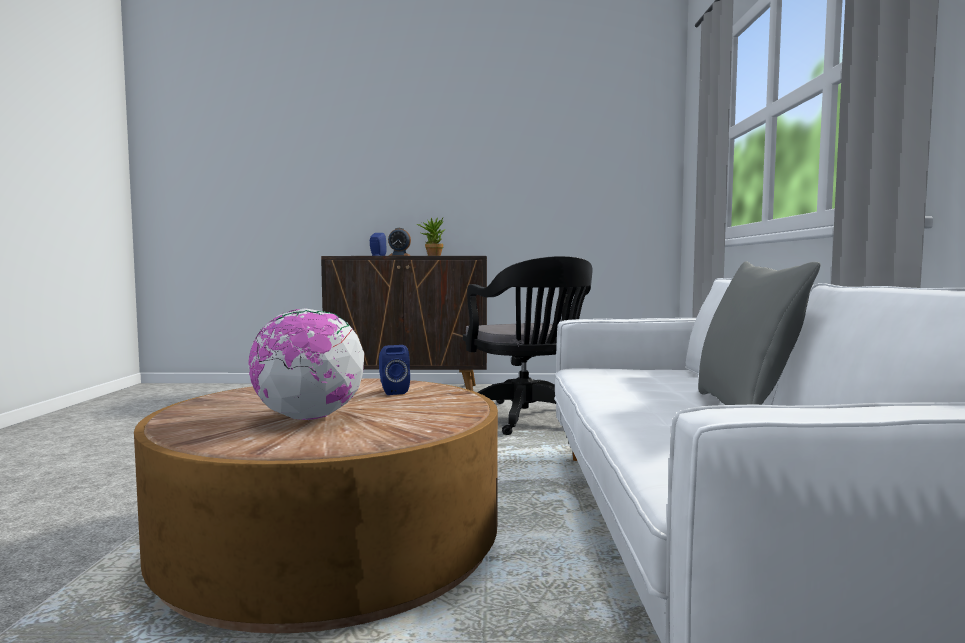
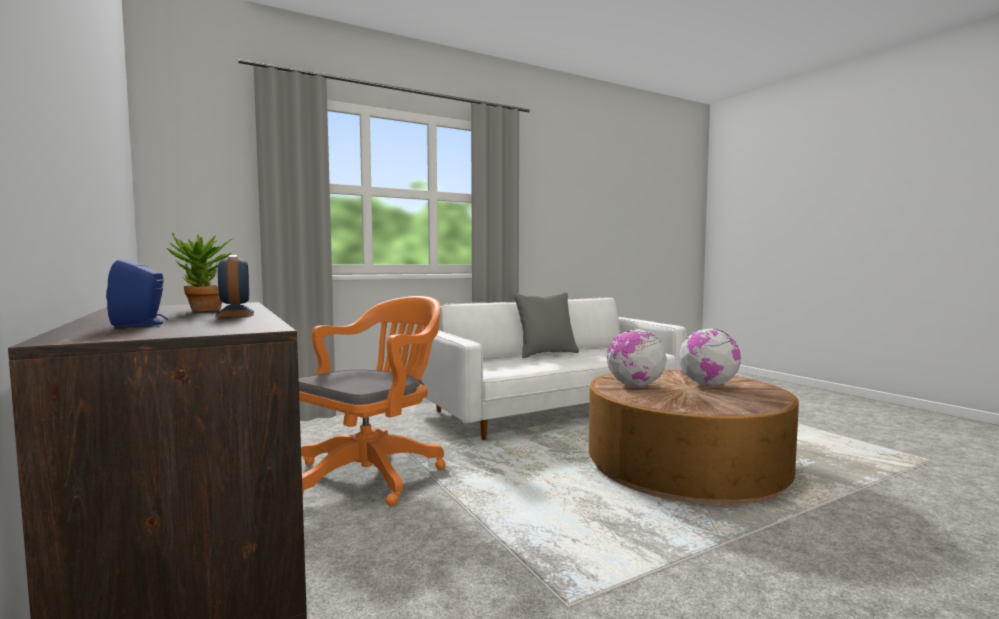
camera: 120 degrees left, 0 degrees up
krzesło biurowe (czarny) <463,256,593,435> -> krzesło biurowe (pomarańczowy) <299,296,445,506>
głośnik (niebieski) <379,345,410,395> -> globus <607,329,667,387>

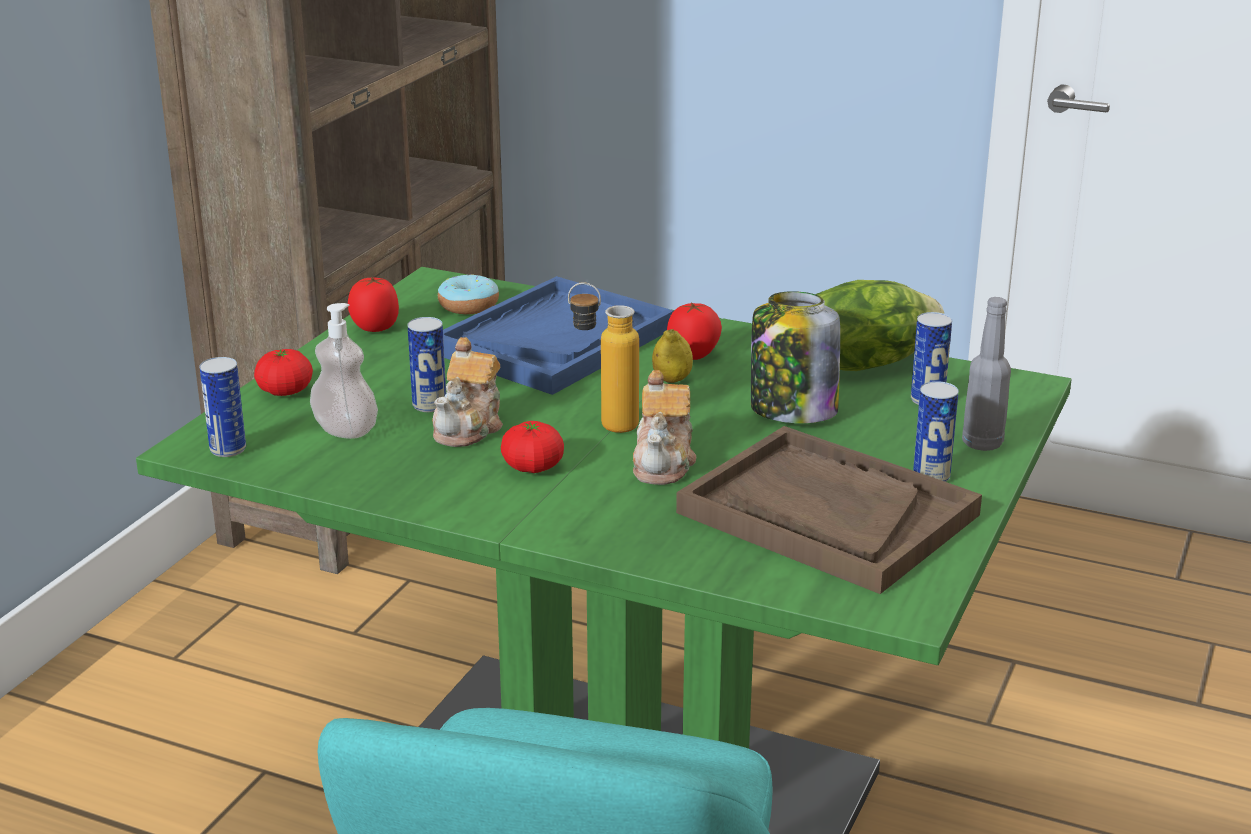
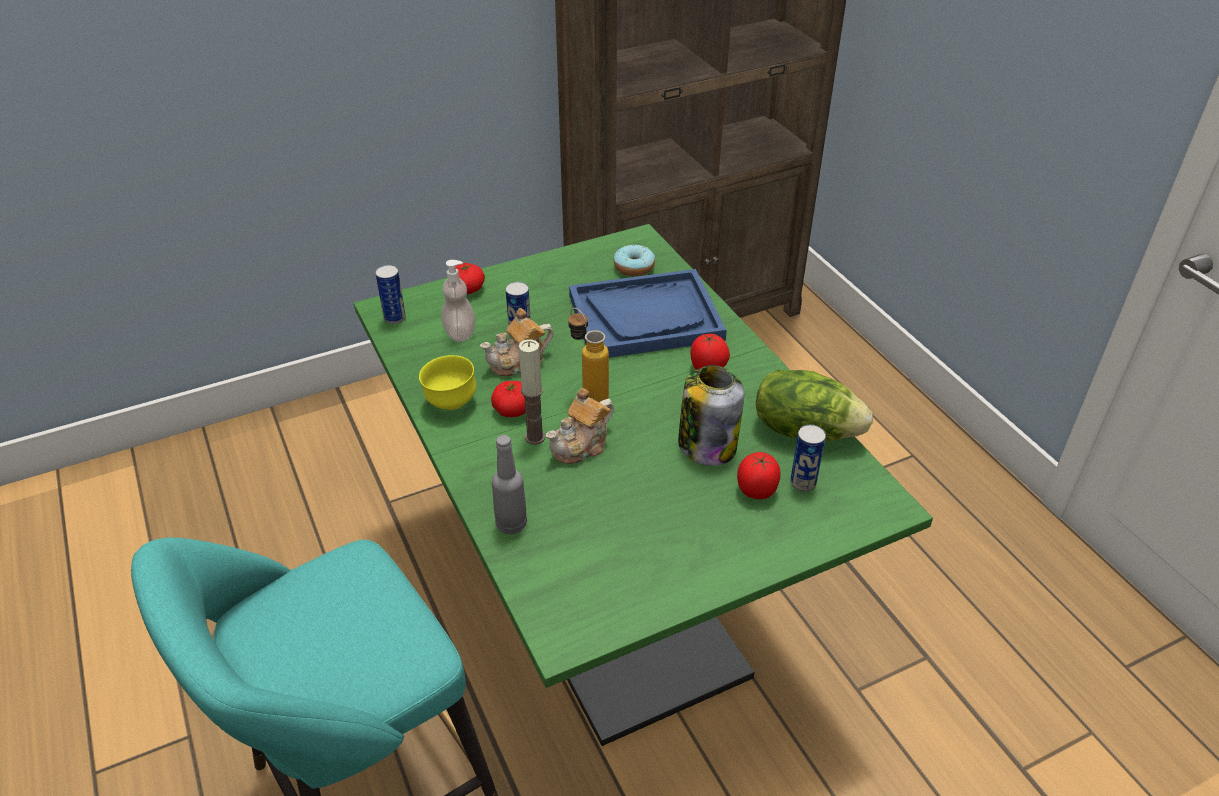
camera: 40 degrees right, 15 degrees up
pomidor <348,277,399,332> -> pomidor <737,452,781,499>, move
butelka (szary) <962,297,1011,451> -> butelka (szary) <492,435,527,534>, move
cytryna <652,329,693,383> -> none
puszka <913,381,959,482> -> none
taca (brązowy) <676,426,982,594> -> none
none -> świeca <519,339,545,445>
none -> miska (żółty) <419,355,476,410>

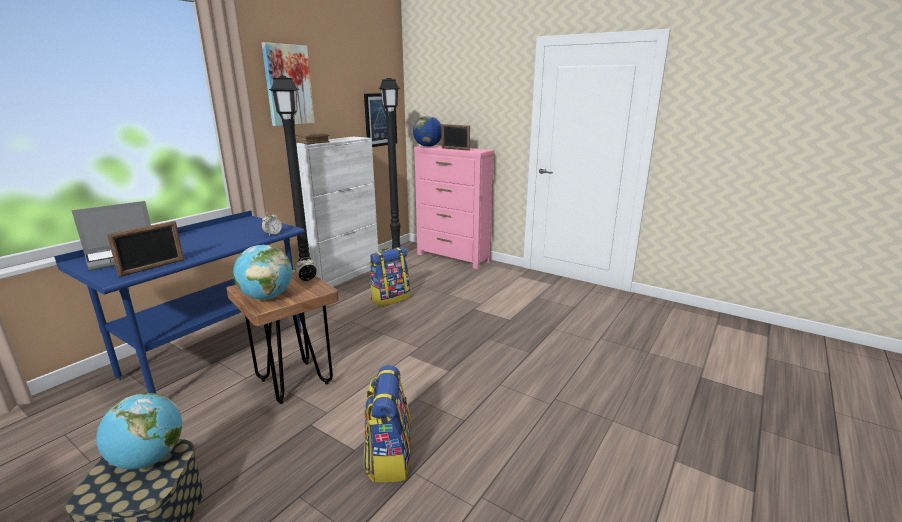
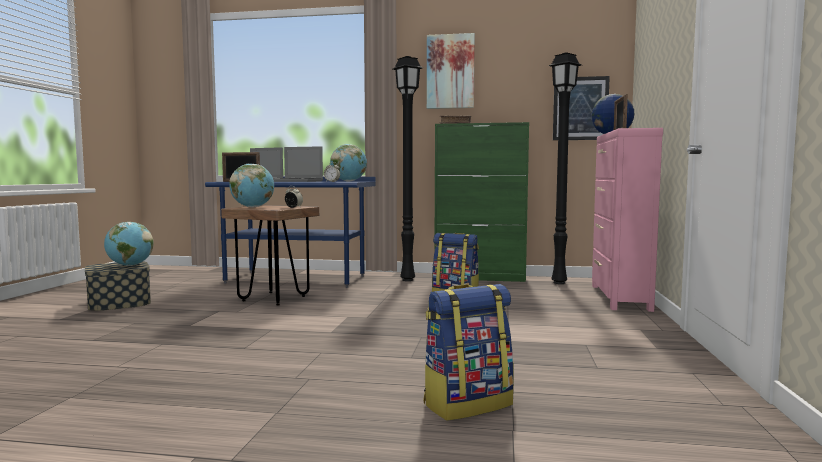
camera: 65 degrees right, 15 degrees down
szafka (biały) <296,137,378,287> -> szafka (zielony) <434,122,529,282>
plecak <364,365,412,482> -> plecak <424,284,514,421>, move
none -> globus <330,144,367,182>
none -> laptop <273,146,323,182>

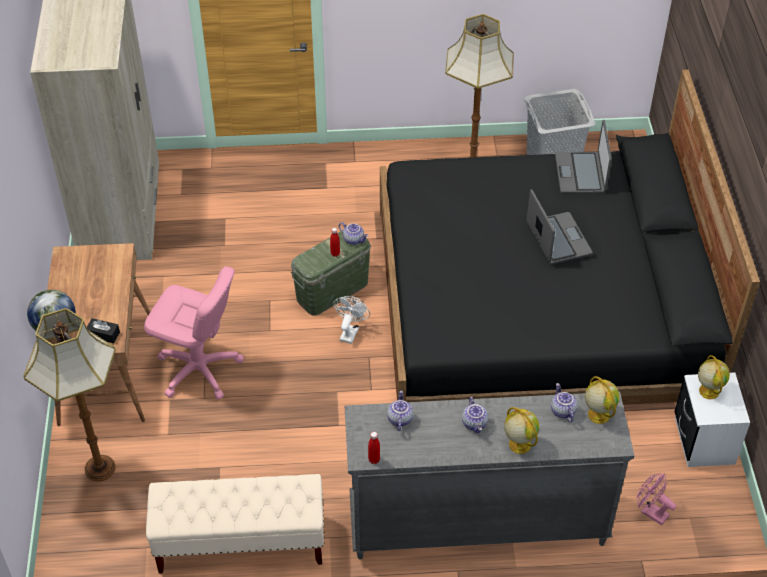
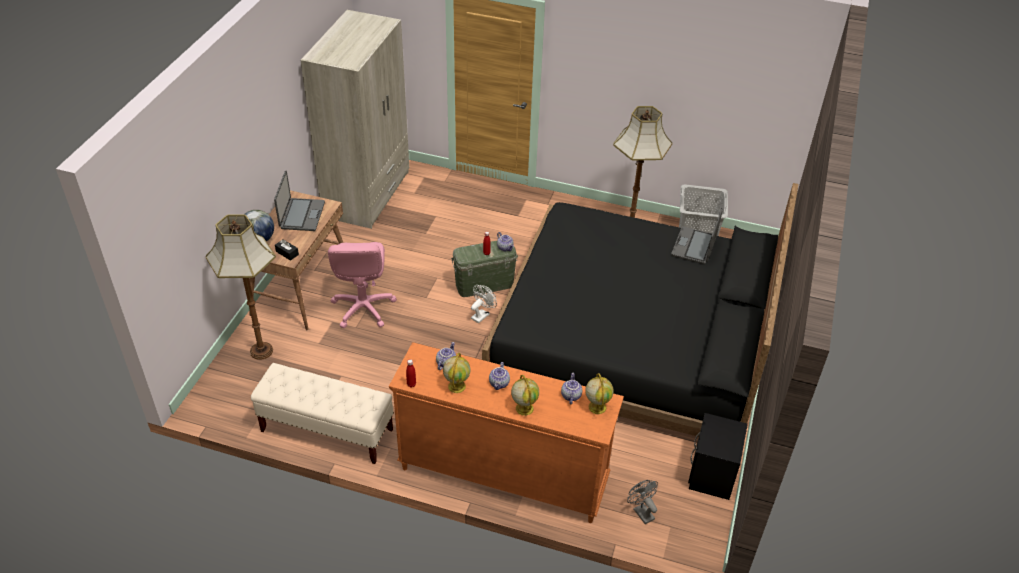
camera: 20 degrees right, 5 degrees down
laptop <527,189,593,265> -> laptop <274,171,325,231>, move
krzesło biurowe (różowy) <144,266,244,399> -> krzesło biurowe (różowy) <328,242,397,328>, 45 degrees clockwise
globus <698,355,730,399> -> globus <443,353,471,393>, move
szafka nocna (biały) <675,372,750,467> -> szafka nocna (czarny) <688,413,748,500>
komoda (szary) <345,392,634,559> -> komoda (pomarańczowy) <389,342,624,523>
wentylator (różowy) <637,473,676,525> -> wentylator (szary) <627,480,658,524>

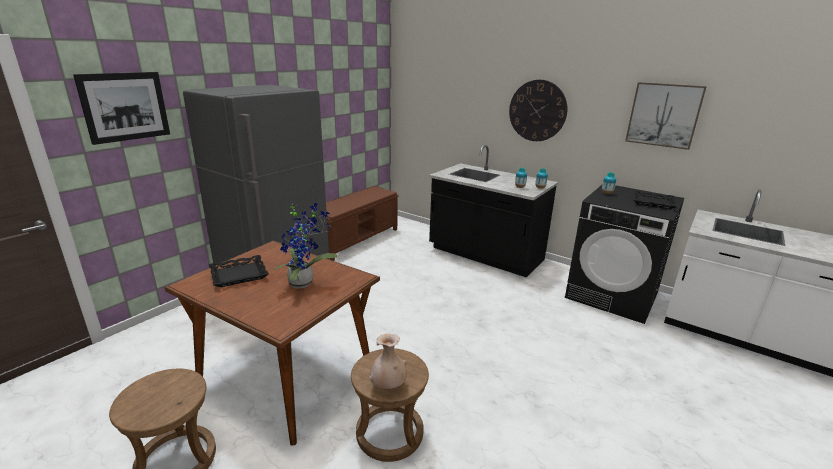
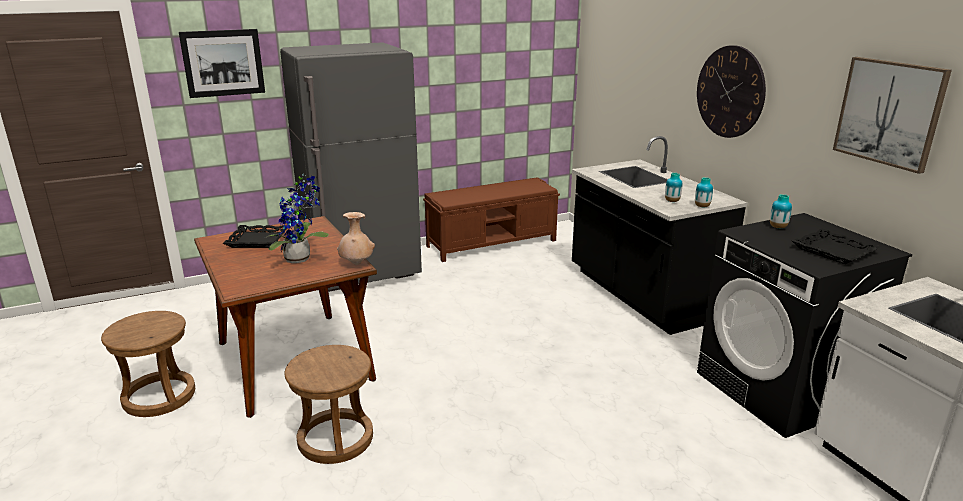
camera: 30 degrees right, 0 degrees up
wazon (beżowy) <369,333,407,389> -> wazon (beżowy) <337,212,375,265>, move

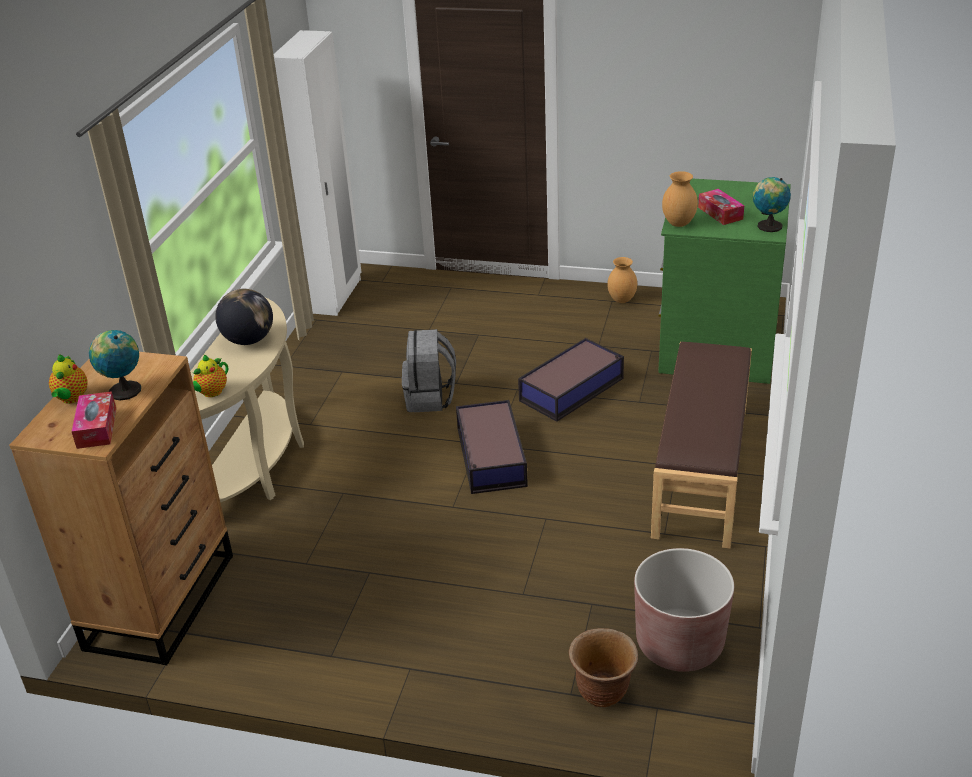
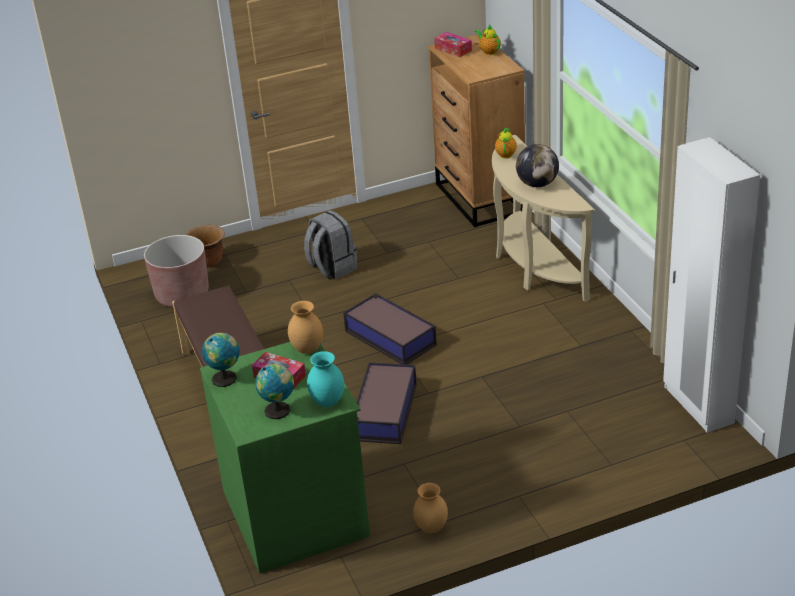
camera: 145 degrees right, 0 degrees up
plecak (szary) <402,329,456,412> -> plecak (szary) <304,210,357,279>, move
globus <89,330,141,401> -> globus <255,364,294,419>, move
none -> wazon (turkusowy) <307,351,344,407>

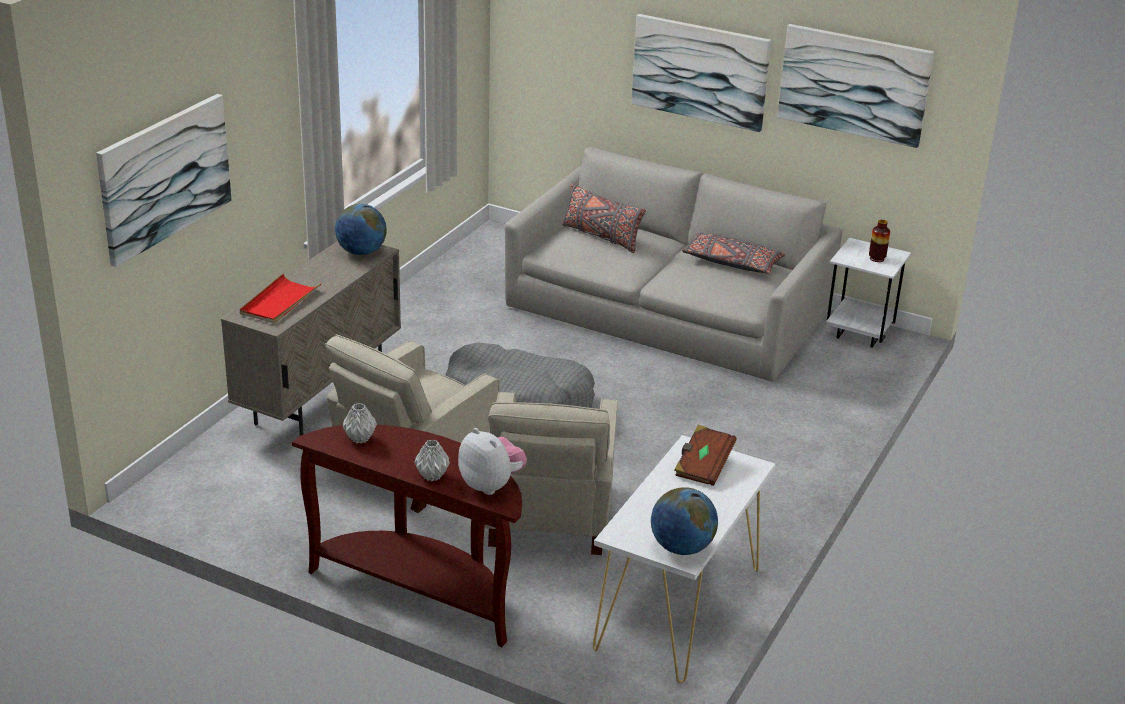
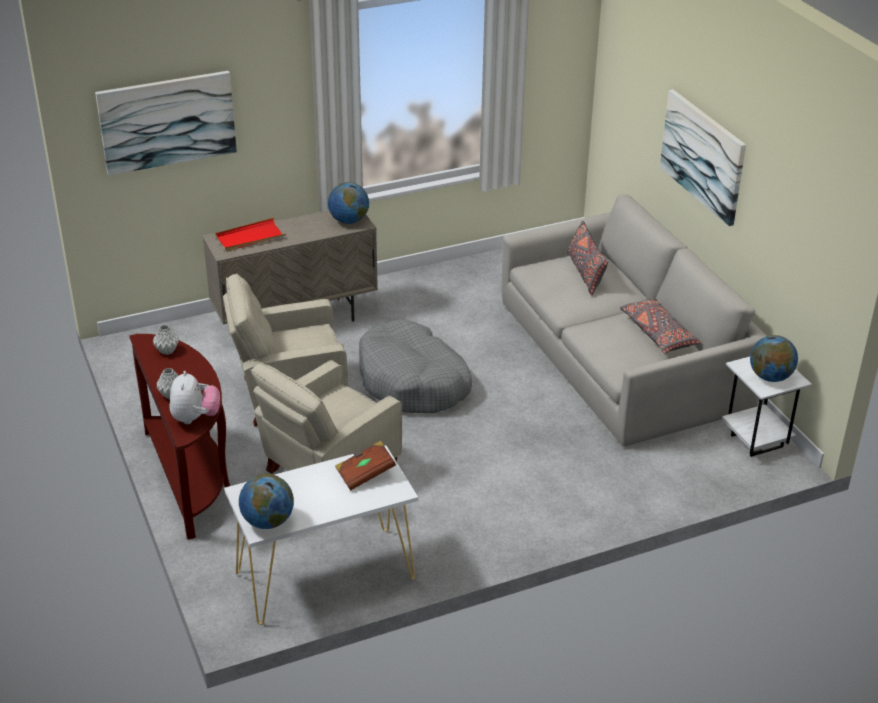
camera: 40 degrees right, 5 degrees up
obraz <777,24,934,148> -> none
wazon <869,220,890,262> -> globus <750,335,798,382>

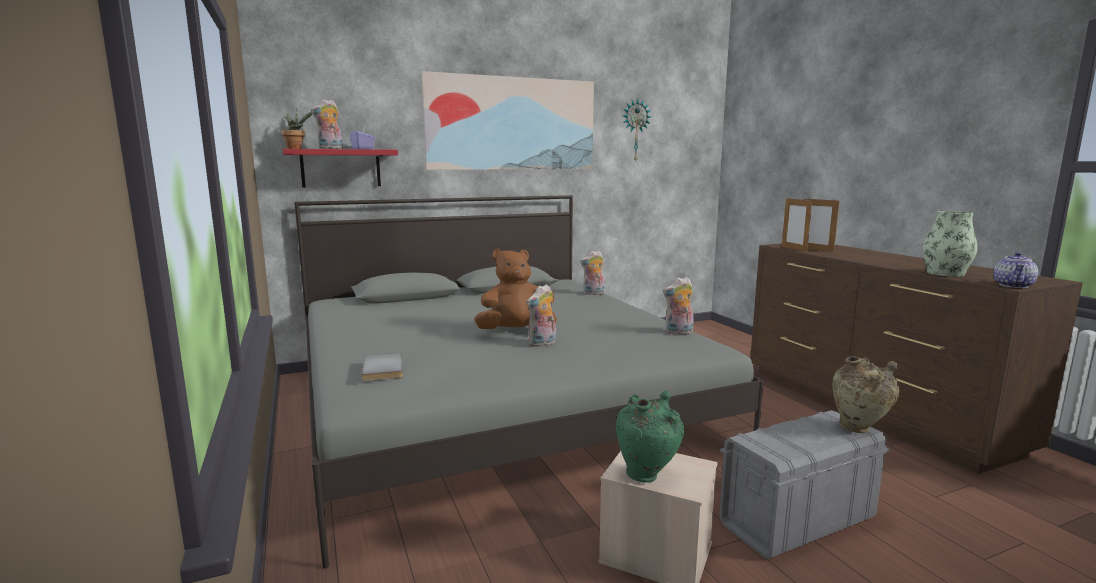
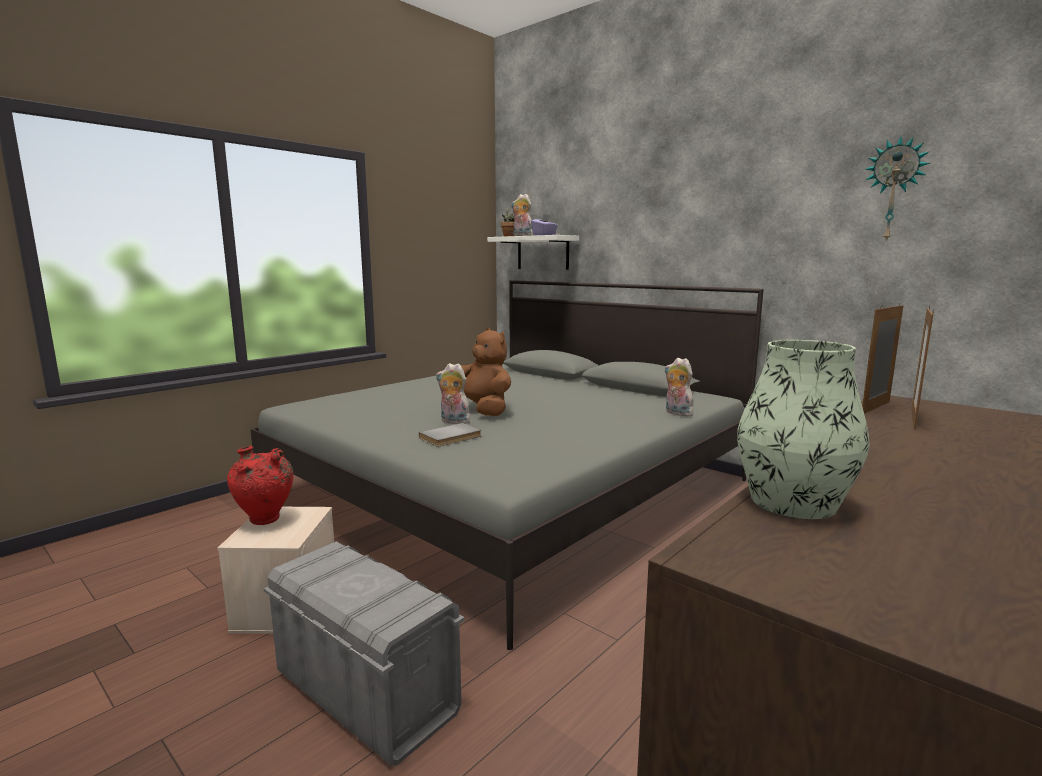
camera: 65 degrees right, 0 degrees up
obraz <422,71,594,170> -> none
półka (czerwony) <283,149,398,187> -> półka (biały) <487,235,579,270>
imbryk <993,252,1038,288> -> none
pluszak <663,277,694,335> -> none
książka (szary) <362,353,403,381> -> książka (szary) <419,423,481,447>, move
wazon (beżowy) <832,356,900,433> -> none
wazon (zielony) <616,391,684,483> -> wazon (czerwony) <227,446,294,525>

